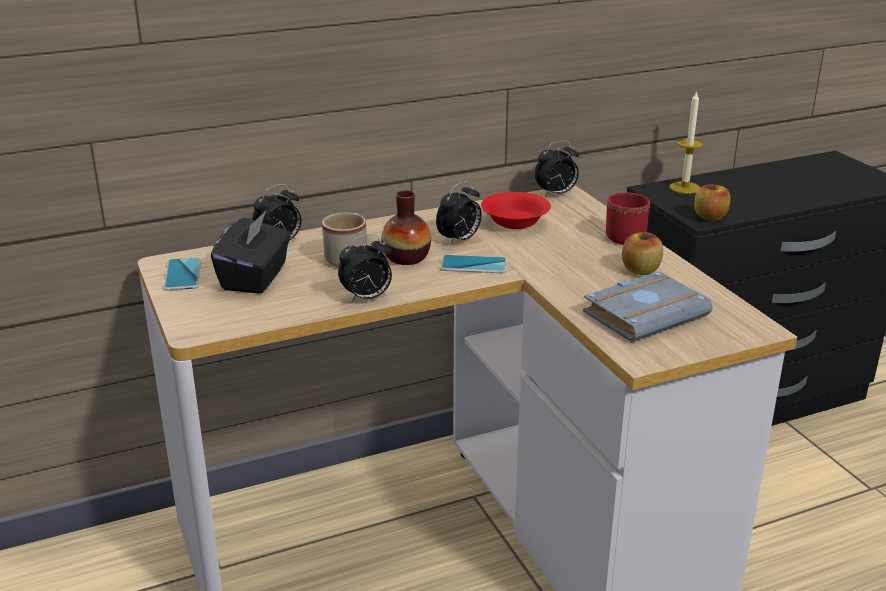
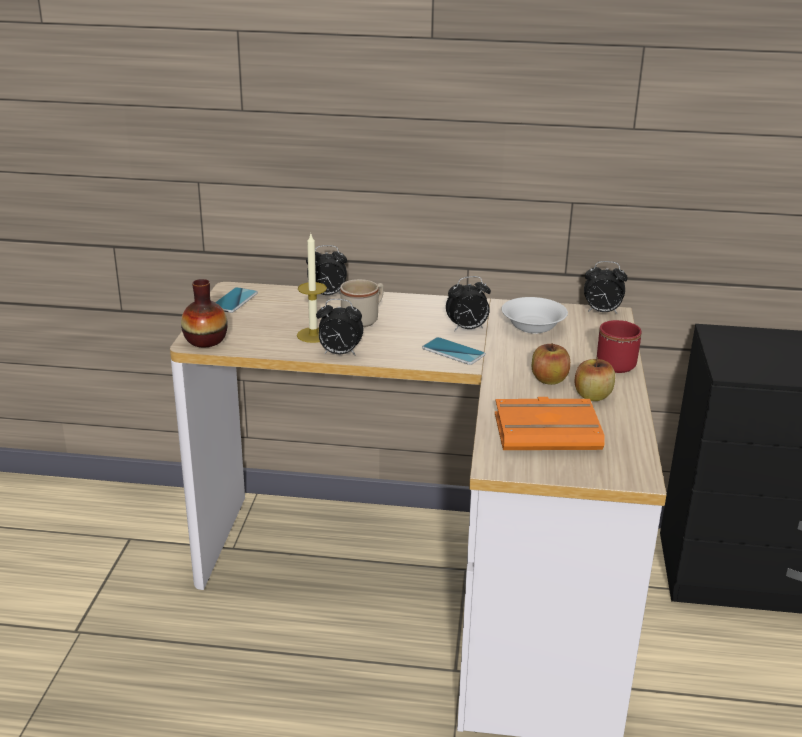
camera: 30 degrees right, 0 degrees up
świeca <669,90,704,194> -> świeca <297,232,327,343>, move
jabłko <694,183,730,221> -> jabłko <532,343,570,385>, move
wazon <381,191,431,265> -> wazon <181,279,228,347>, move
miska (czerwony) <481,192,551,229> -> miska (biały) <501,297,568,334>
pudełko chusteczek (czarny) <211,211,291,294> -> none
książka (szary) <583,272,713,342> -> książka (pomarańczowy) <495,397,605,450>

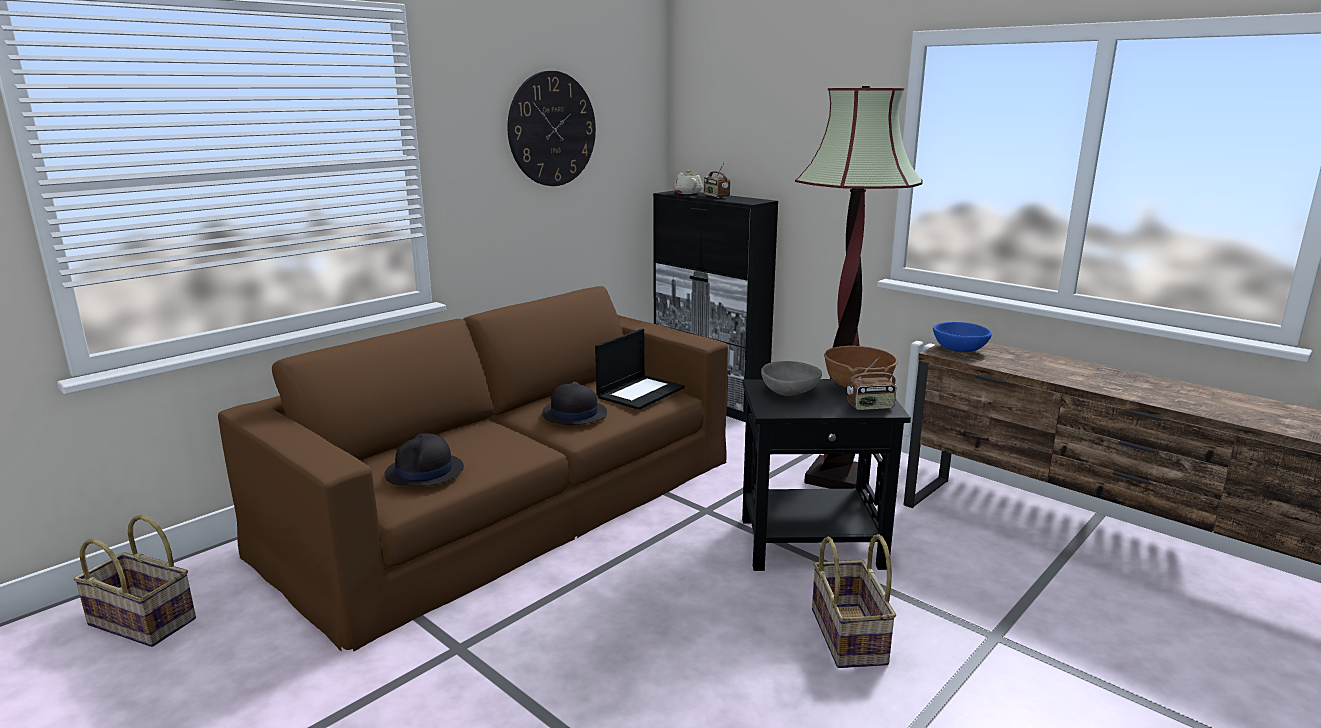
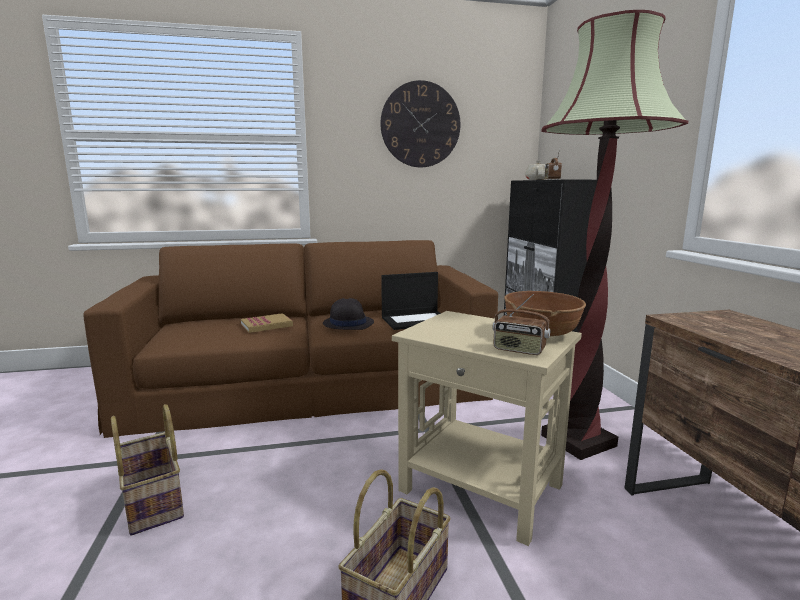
camera: 35 degrees right, 5 degrees down
miska (niebieski) <933,322,992,352> -> none
miska (szary) <761,361,822,396> -> none
stolik (czarny) <742,379,911,571> -> stolik (beżowy) <392,311,582,546>
kapelusz (czarny) <384,433,464,485> -> none
koszyk <74,515,196,647> -> koszyk <111,404,184,535>, move
none -> książka <241,313,293,333>

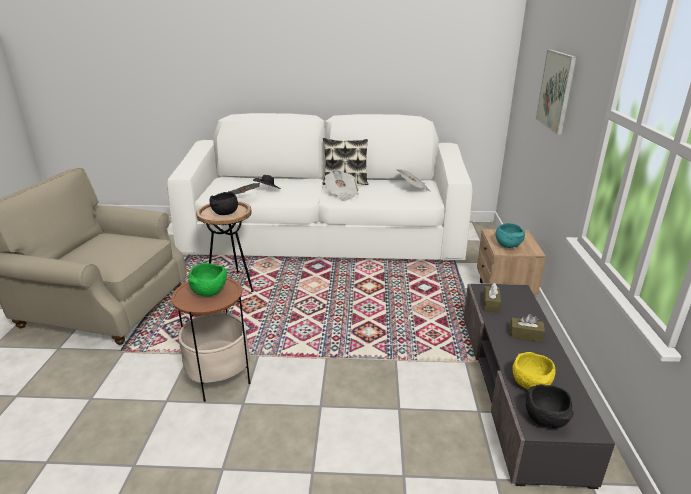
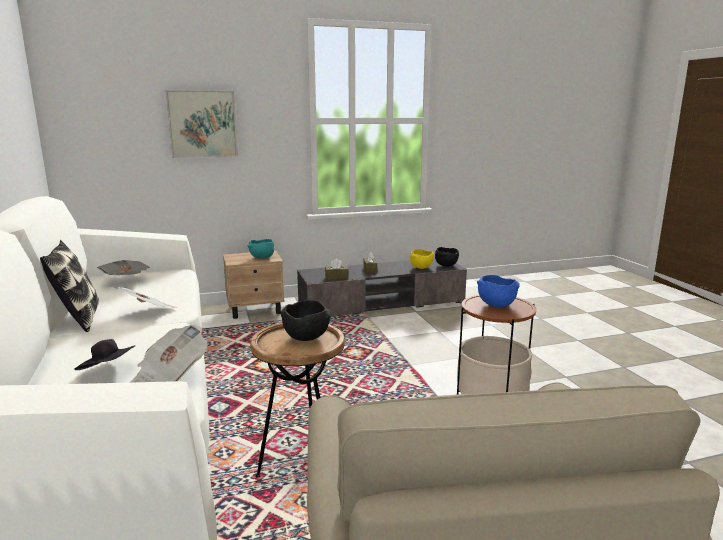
camera: 110 degrees left, 10 degrees down
miska (zielony) <188,263,227,297> -> miska (niebieski) <477,275,520,307>

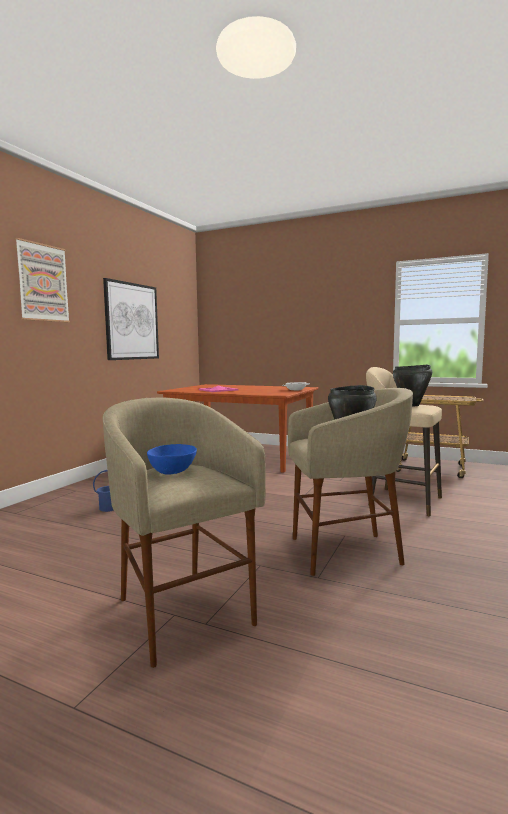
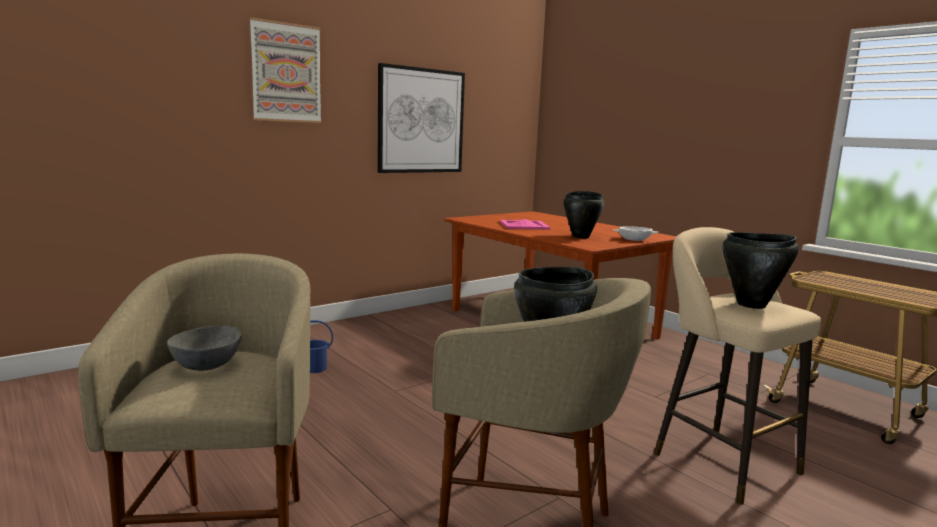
camera: 25 degrees right, 5 degrees up
miska (niebieski) <147,444,197,475> -> miska (szary) <167,326,242,371>
none -> garnek (czarny) <563,191,604,239>

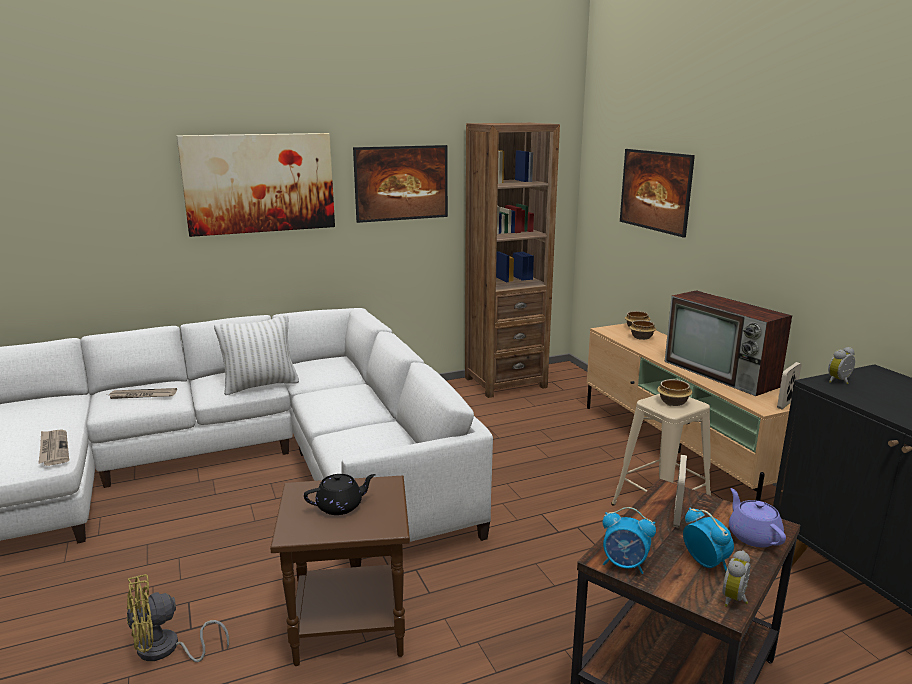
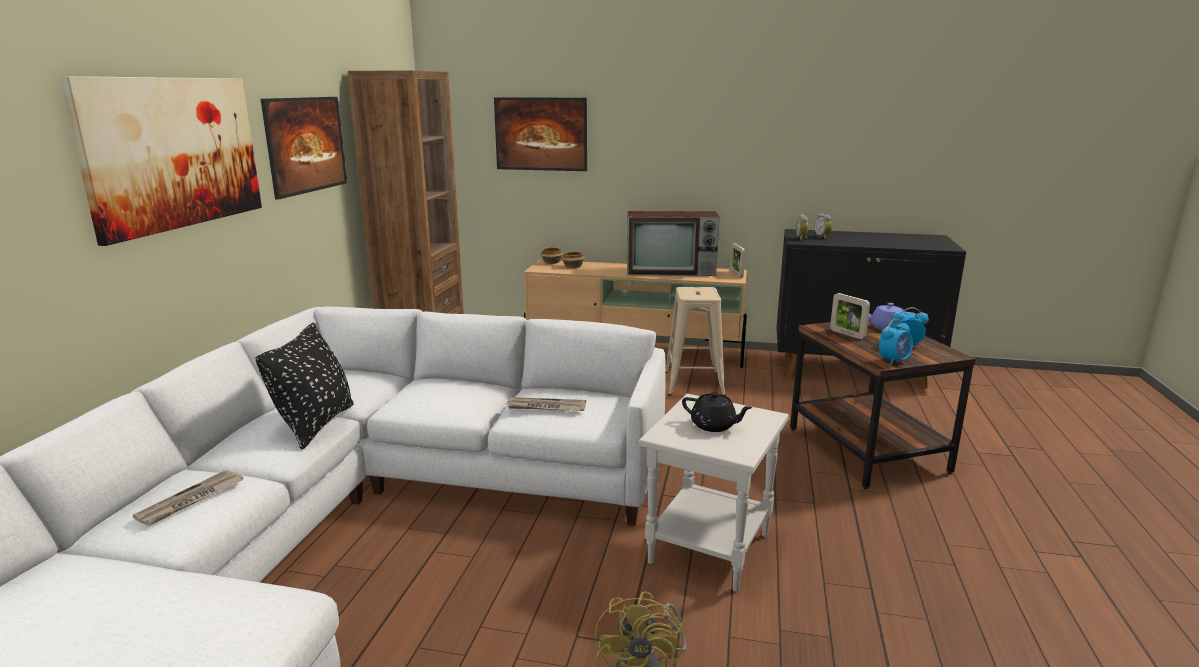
camera: 55 degrees left, 0 degrees up
poduszka (biały) <214,315,299,395> -> poduszka (czarny) <255,323,354,450>
miska <657,379,692,406> -> none
gazeta <39,430,69,466> -> gazeta <506,397,586,411>, move
imbryk (czarny) <304,474,376,515> -> imbryk (czarny) <682,392,753,432>, 105 degrees clockwise
stolik (brązowy) <270,476,410,666> -> stolik (biały) <639,394,789,592>
budzik <723,550,750,607> -> budzik <814,213,832,239>, move

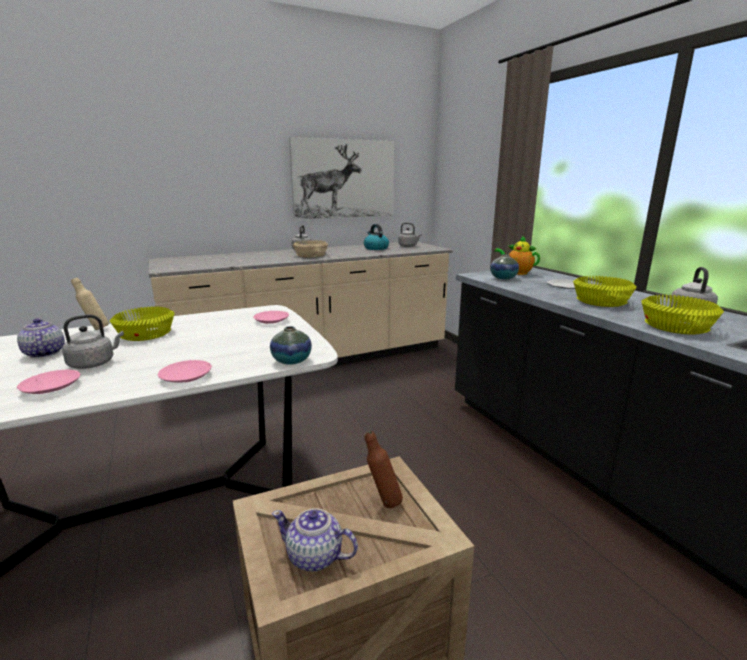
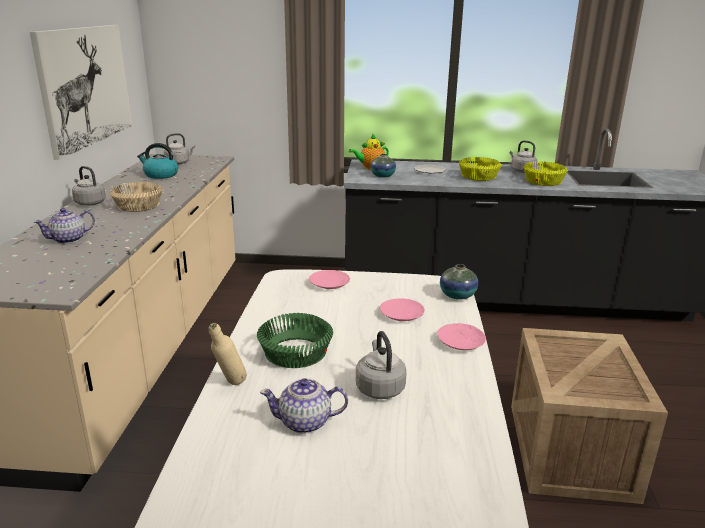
camera: 60 degrees left, 5 degrees up
miska (żółty) <110,307,174,341> -> miska (zielony) <257,313,333,368>
talerz (różowy) <17,370,80,394> -> talerz (różowy) <380,298,425,321>, move
butelka (brązowy) <365,431,403,508> -> none
imbryk <272,508,358,572> -> imbryk <34,208,95,244>, move

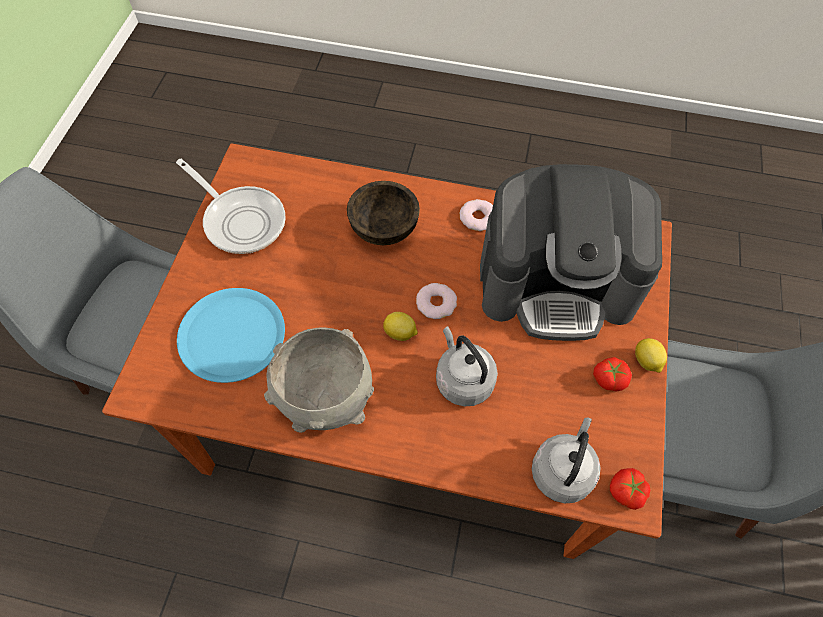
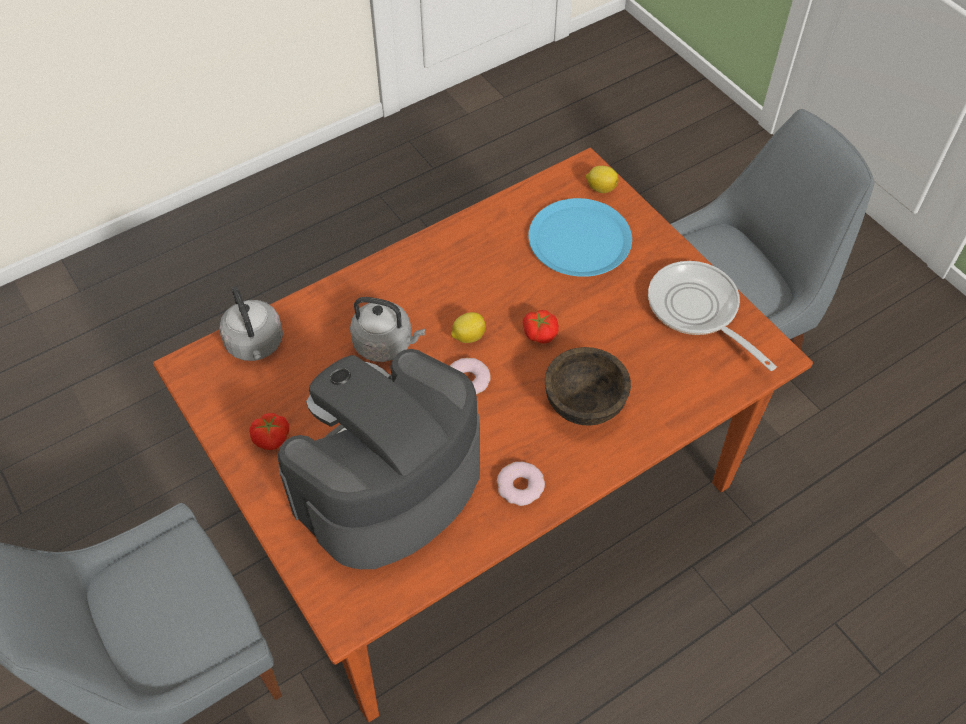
camera: 135 degrees right, 5 degrees down
patelnia <176,159,285,254> -> patelnia <648,261,777,371>, 60 degrees clockwise
miska (szary) <264,327,374,433> -> none
cytryna <635,338,667,373> -> cytryna <586,166,619,193>, move
pomidor <610,468,650,510> -> pomidor <523,310,559,343>, move

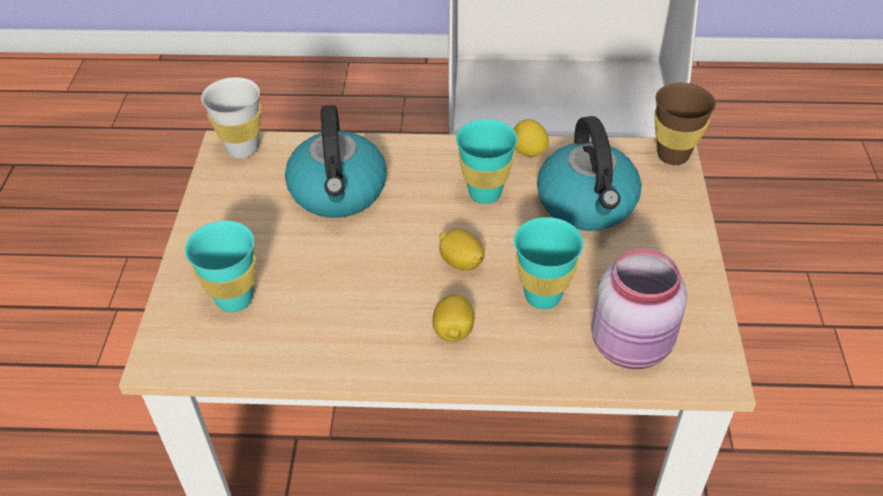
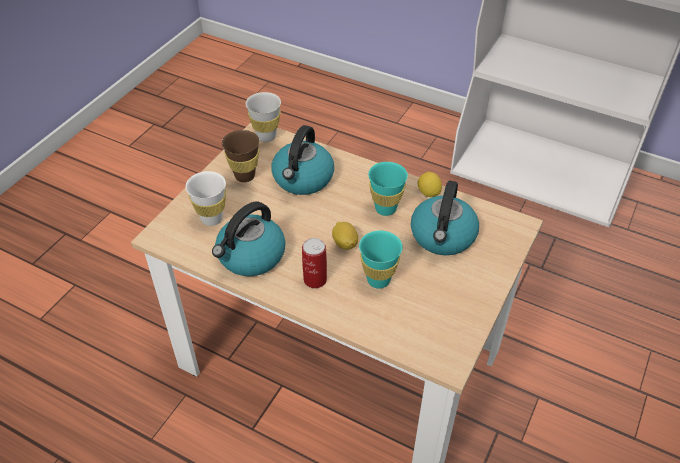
camera: 25 degrees right, 0 degrees up
filiżanka (brązowy) <654,83,716,165> -> filiżanka (brązowy) <222,130,259,182>, move
filiżanka (turkusowy) <185,221,256,312> -> filiżanka (biały) <186,171,226,226>
słoik (różowy) <591,248,687,369> -> none
cytryna <432,294,474,342> -> puszka <302,238,327,288>
none -> czajnik <212,202,286,276>

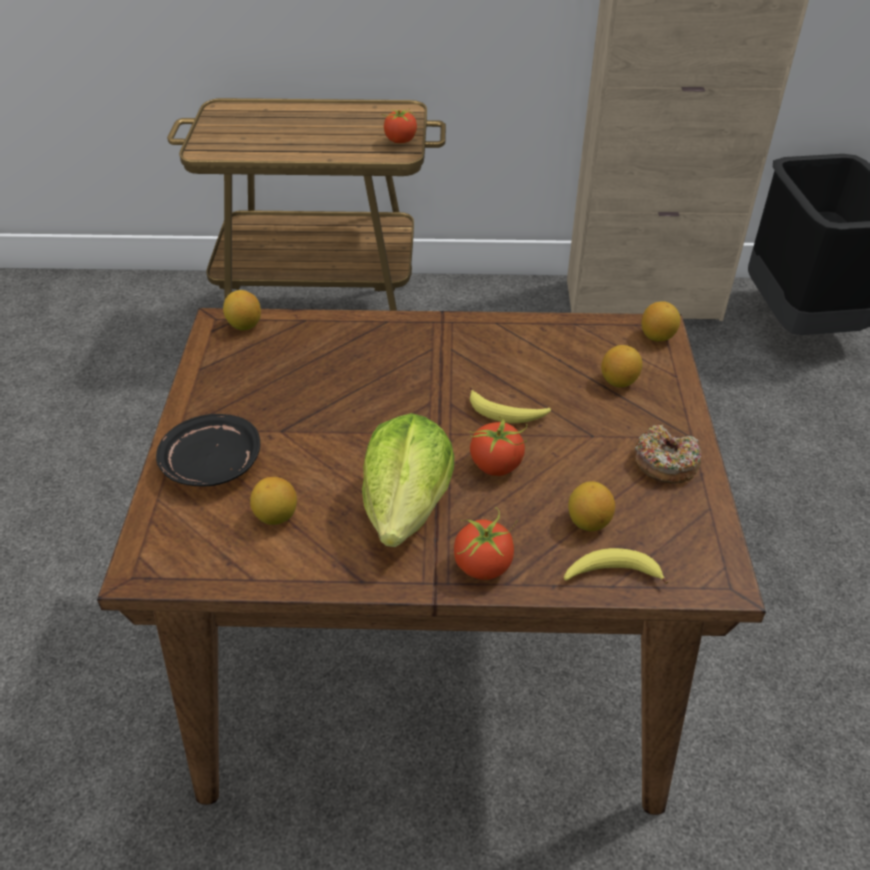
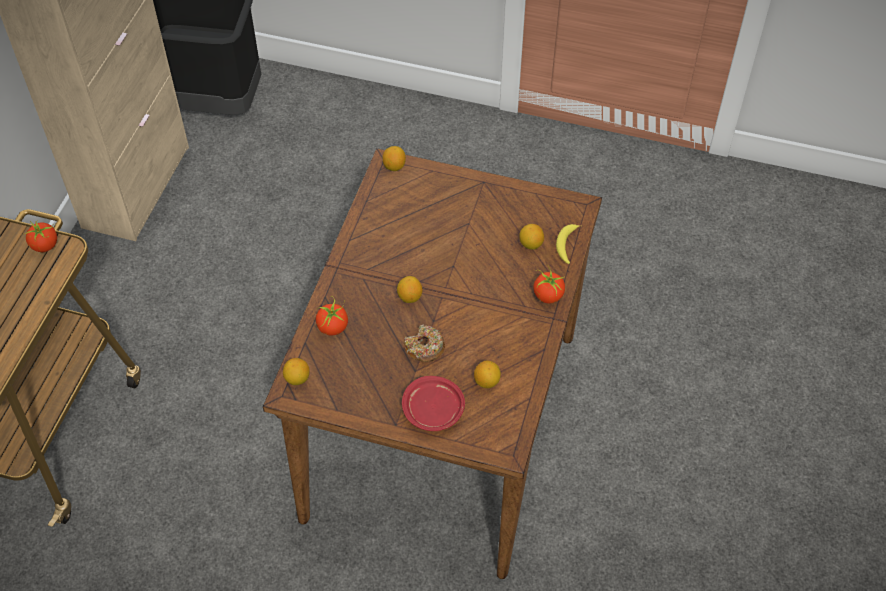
camera: 75 degrees left, 10 degrees up
cytryna <601,345,642,387> -> cytryna <397,276,422,303>, move
banan <470,387,551,423> -> none
sałata <362,413,454,547> -> none
talerz (czarny) <156,414,260,487> -> talerz (czerwony) <402,376,465,431>
pomidor <470,416,527,476> -> pomidor <316,296,348,335>, move
donut <635,424,701,484> -> donut <404,324,445,362>, move

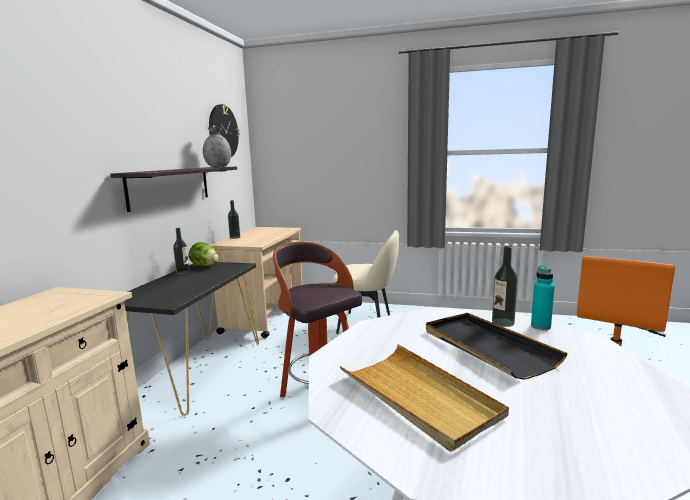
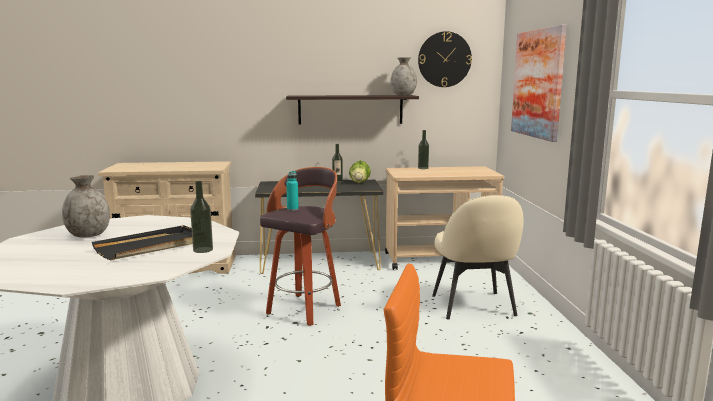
camera: 70 degrees right, 0 degrees up
butelka (turkusowy) <531,266,555,330> -> butelka (turkusowy) <286,171,299,211>, move
taca (beżowy) <339,344,509,452> -> wazon (szary) <62,175,110,238>
none -> obraz <511,24,567,142>

